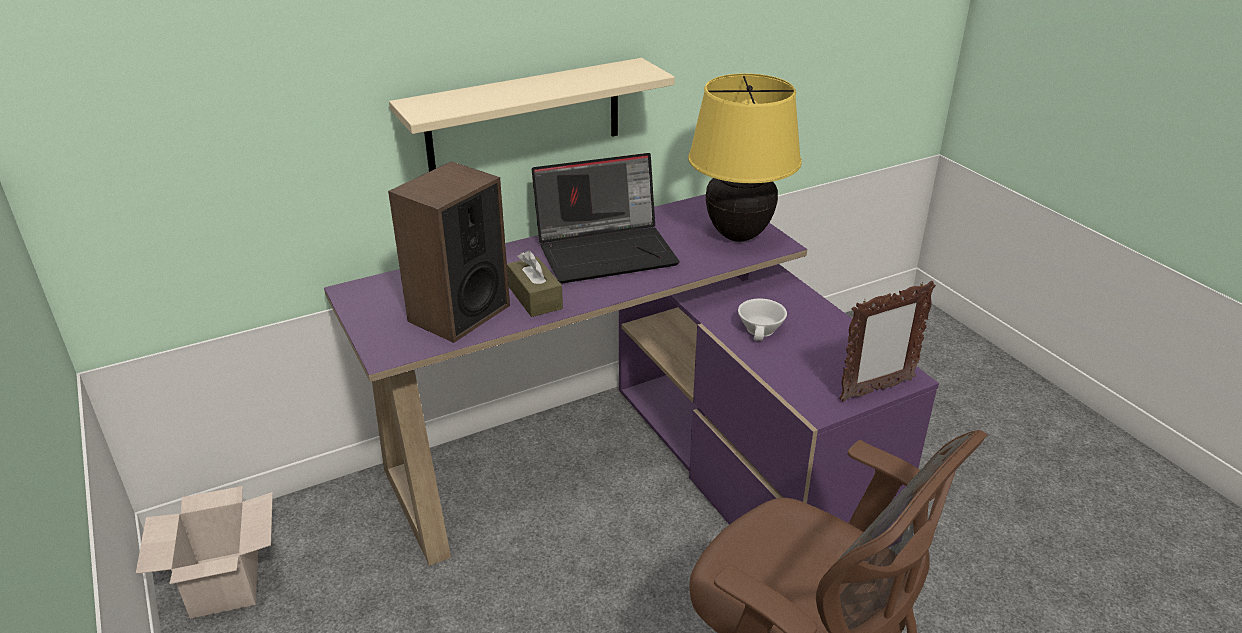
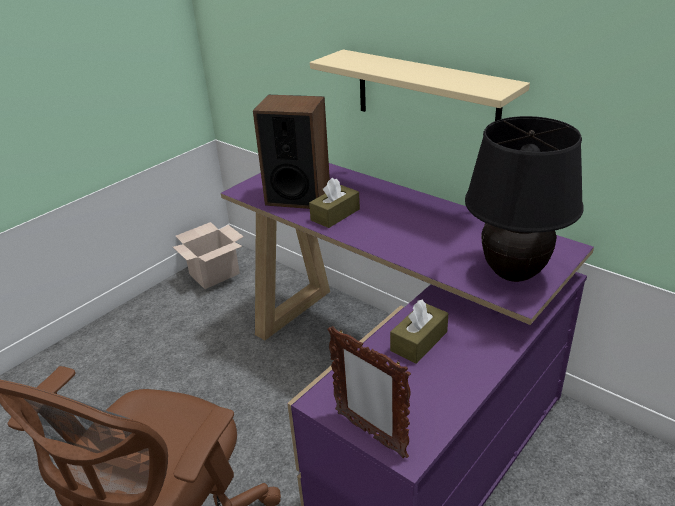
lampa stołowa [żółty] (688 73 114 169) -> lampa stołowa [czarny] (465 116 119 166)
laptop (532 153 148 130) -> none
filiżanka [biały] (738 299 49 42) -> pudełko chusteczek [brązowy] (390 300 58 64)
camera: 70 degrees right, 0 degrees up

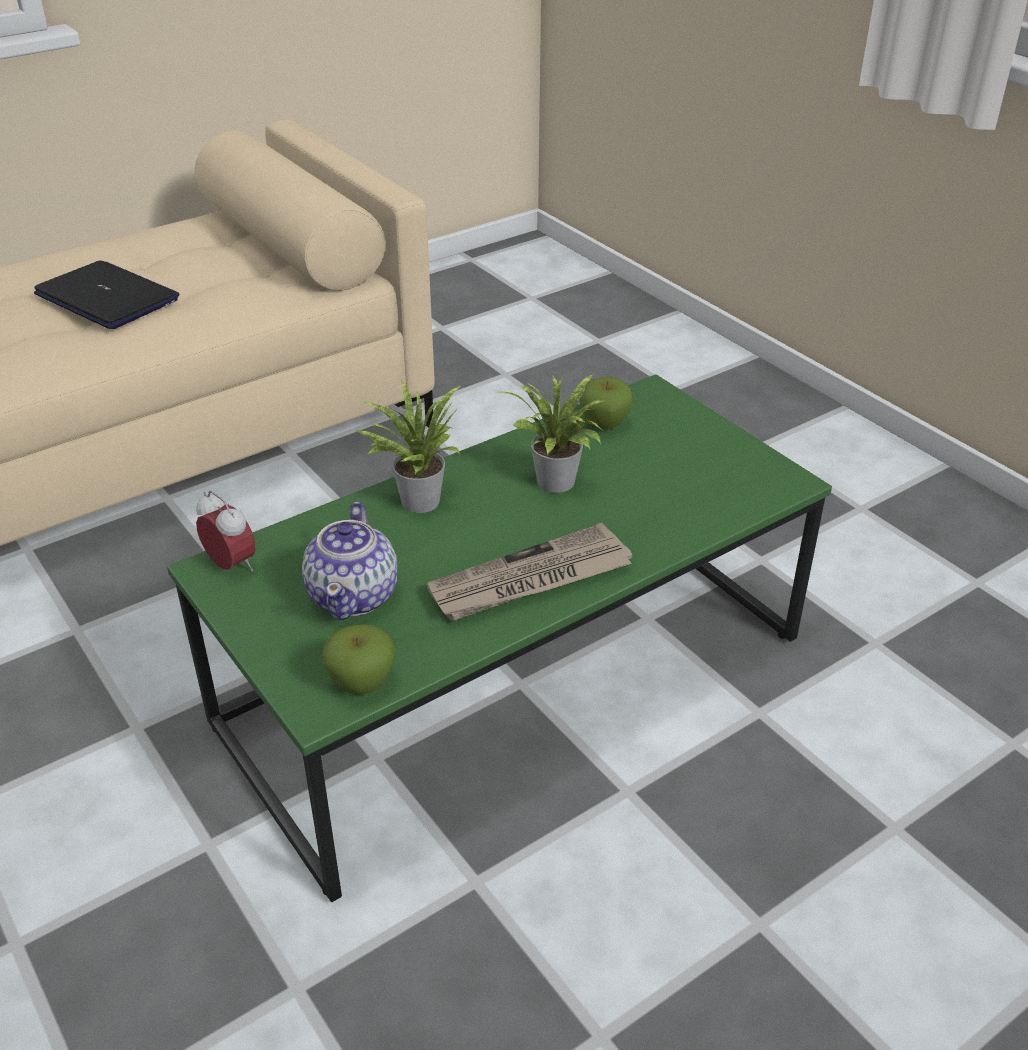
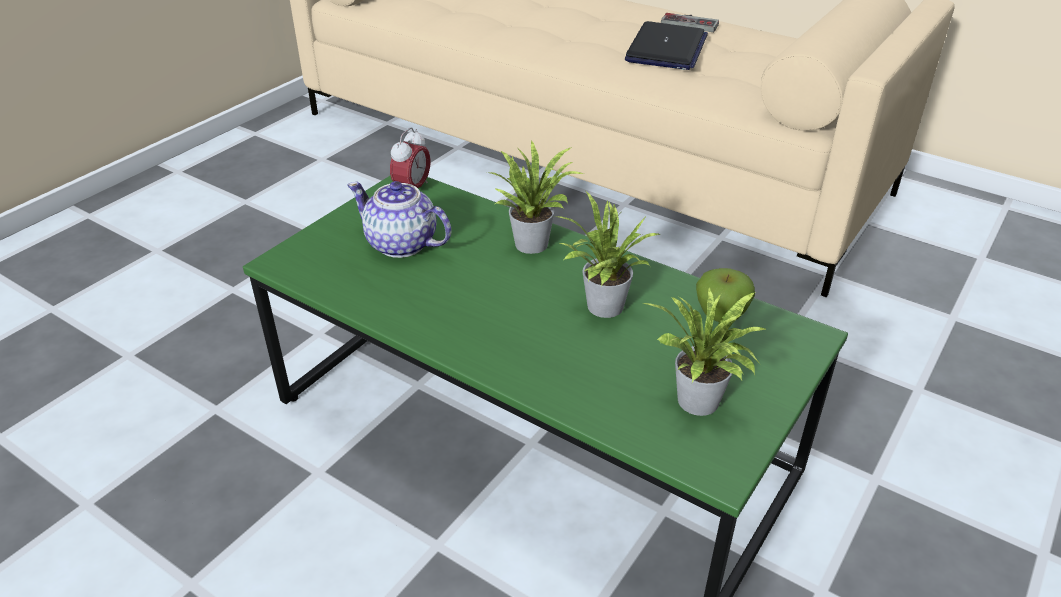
imbryk (302 502 96 118) -> imbryk (347 181 104 77), 45 degrees clockwise
gazeta (426 523 206 98) -> none
jabłko (321 624 75 70) -> none
none -> pad do gier (661 13 58 19)
none -> roślina doniczkowa (643 287 124 129)
camera: 70 degrees right, 0 degrees up

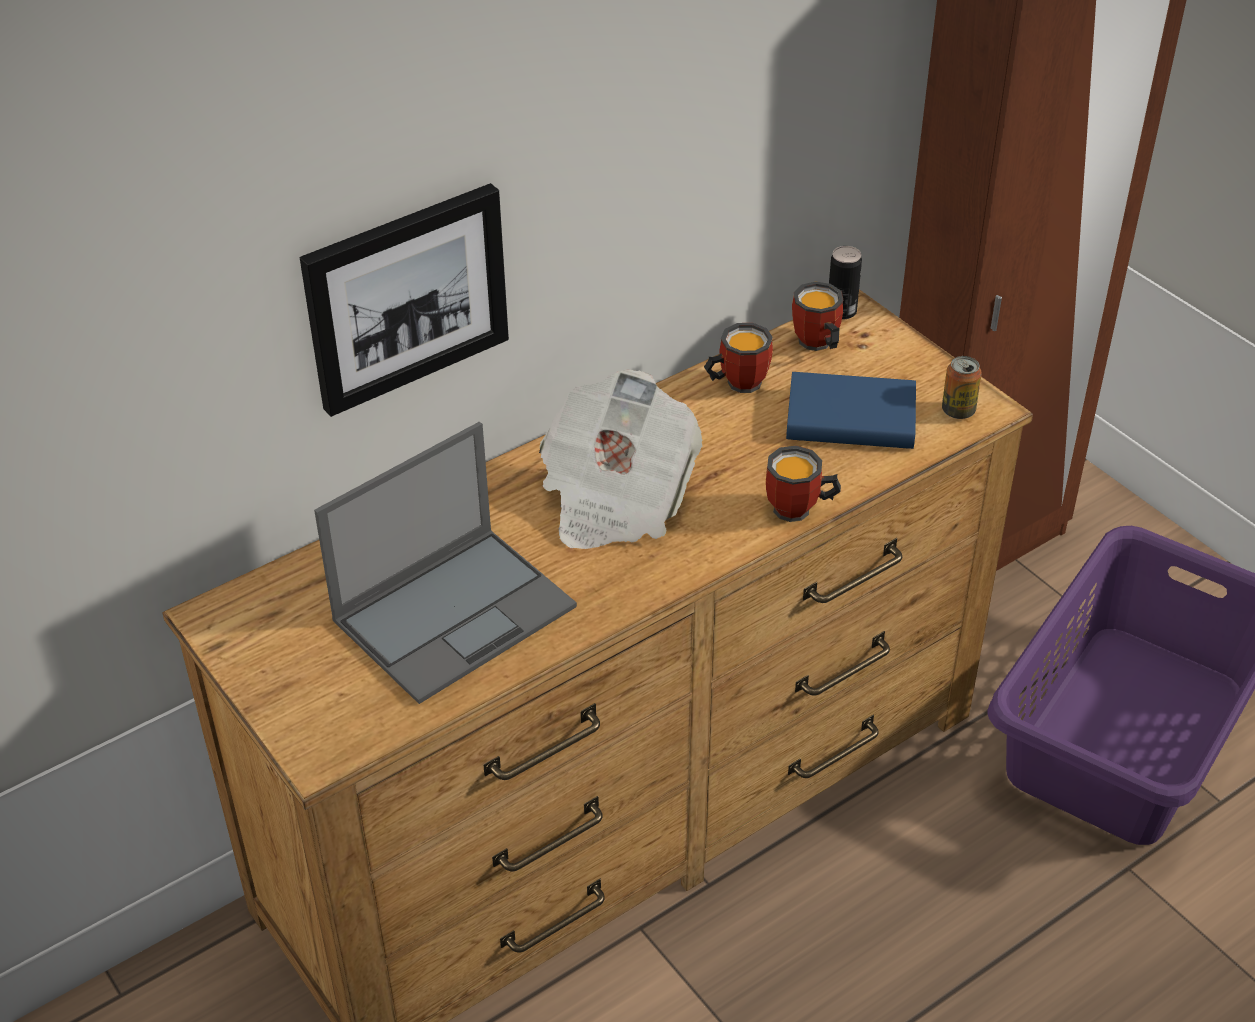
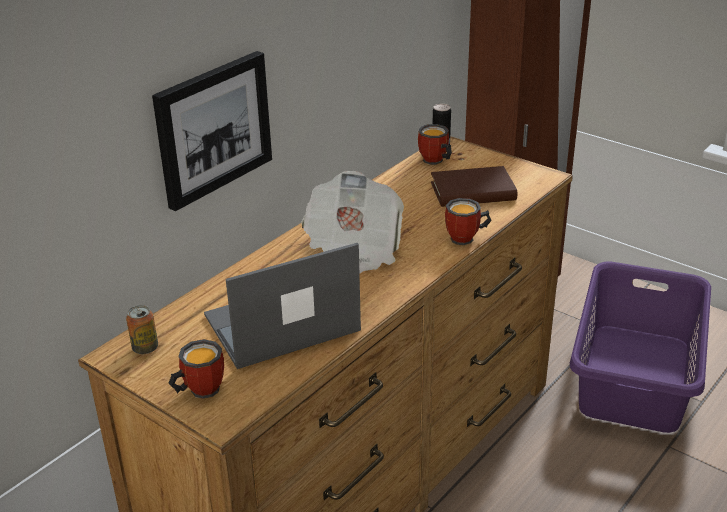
kubek (704 323 69 70) -> kubek (168 339 56 60), move
puszka (942 356 40 63) -> puszka (126 305 32 49), move
książka [niebieski] (786 372 130 77) -> książka [brązowy] (431 166 86 41)
laptop (314 422 263 282) -> laptop (204 243 157 126), 150 degrees counterclockwise
camera: 15 degrees left, 10 degrees down

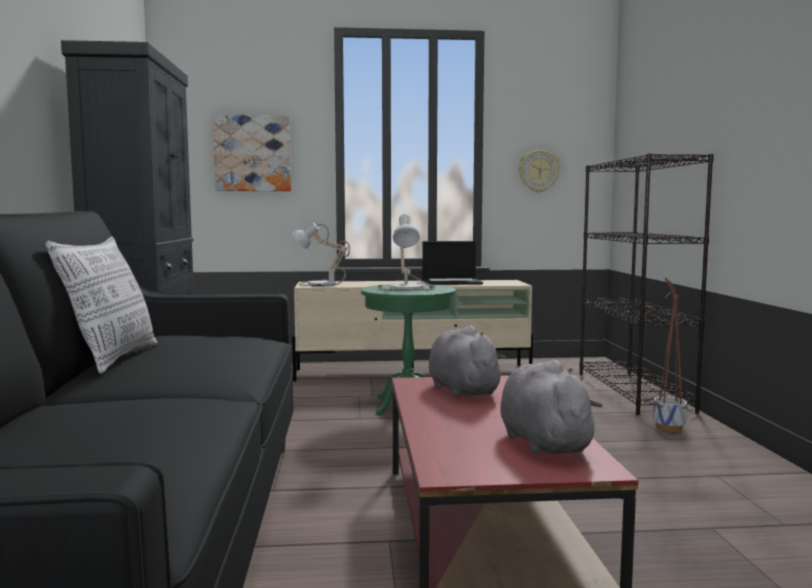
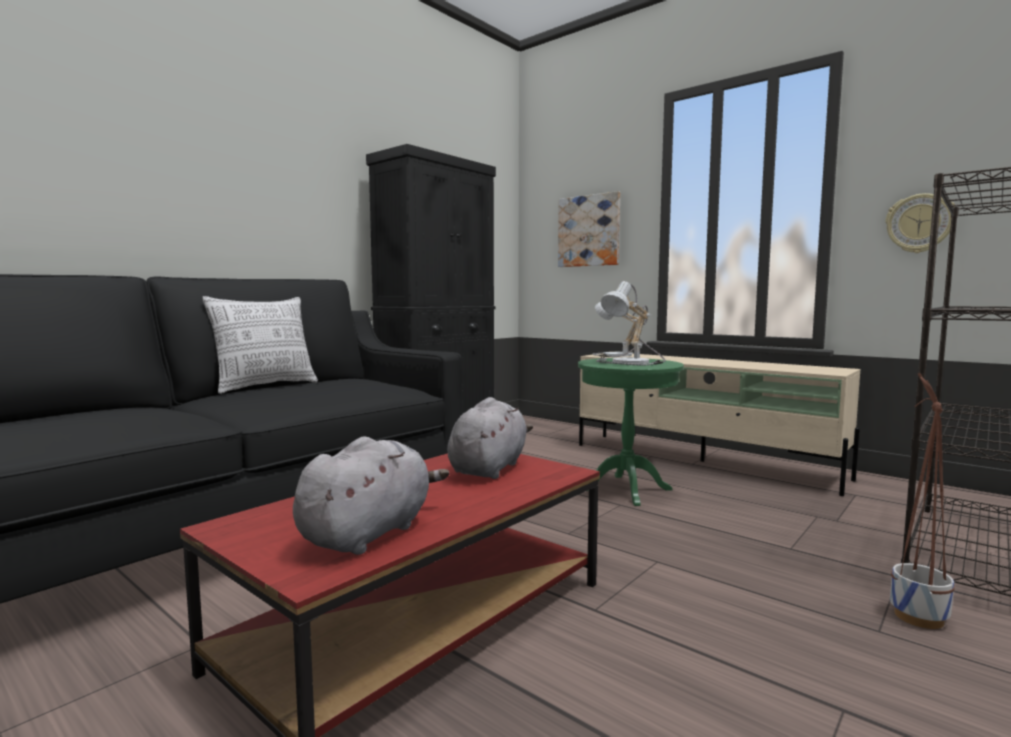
laptop (422 241 61 44) -> none
camera: 45 degrees right, 0 degrees up

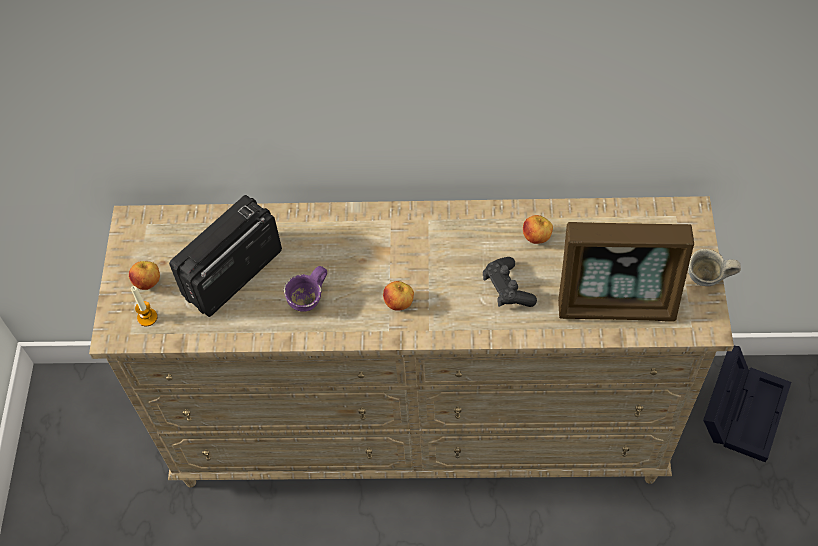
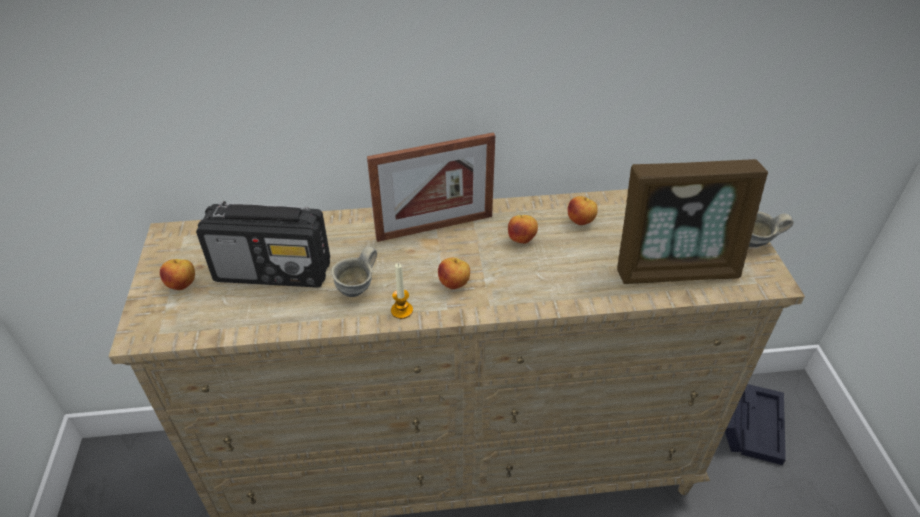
radio (169 195 113 122) -> radio (196 201 134 87), 120 degrees counterclockwise
pad do gier [czarny] (483 257 54 50) -> none
kubek [fioletowy] (284 266 43 46) -> kubek [szary] (331 246 46 51)
świeca (131 286 27 40) -> świeca (391 263 22 56), move
none -> ramka na zdjęcie (367 132 128 110)
none -> jabłko (508 215 30 29)
camera: 10 degrees left, 15 degrees down

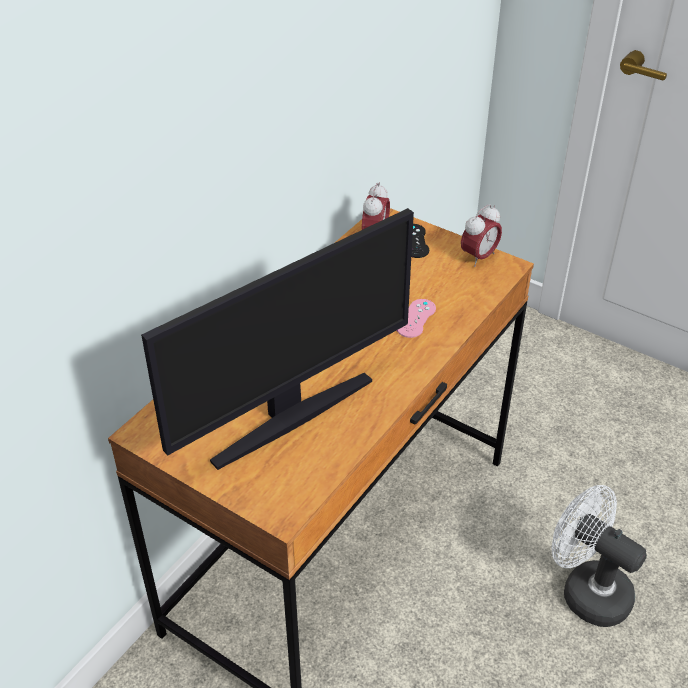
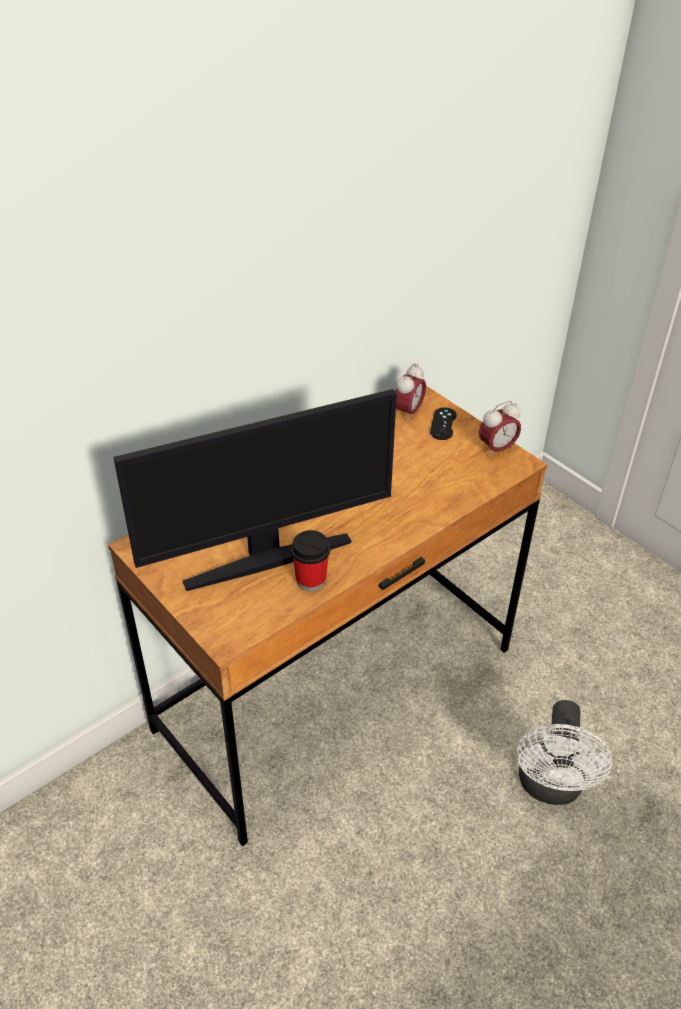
pad do gier [różowy] (397 299 39 39) -> none
wentylator [biały] (552 485 95 142) -> wentylator [biały] (516 700 96 105), 135 degrees counterclockwise
none -> filiżanka (291 530 39 61)
camera: 15 degrees right, 0 degrees up

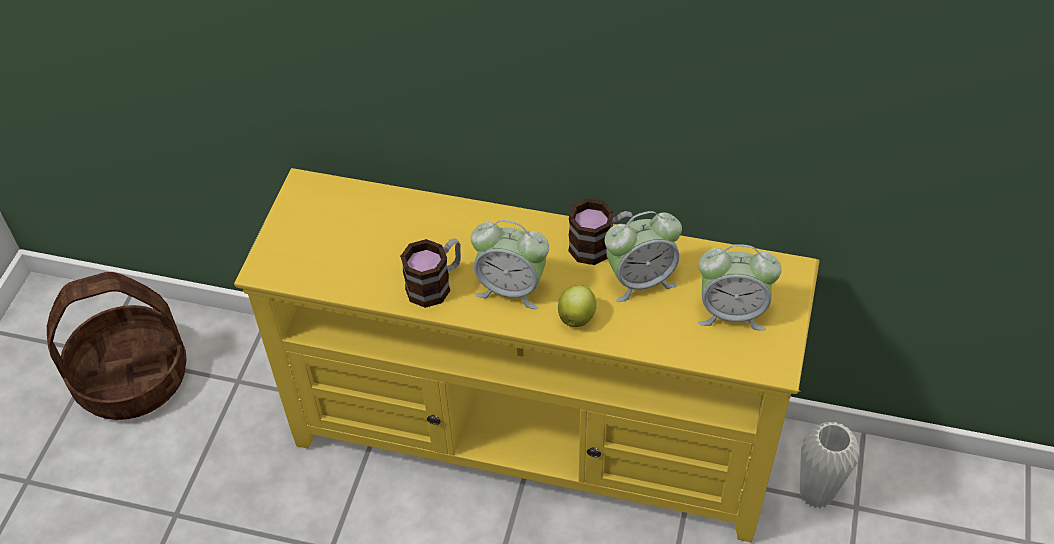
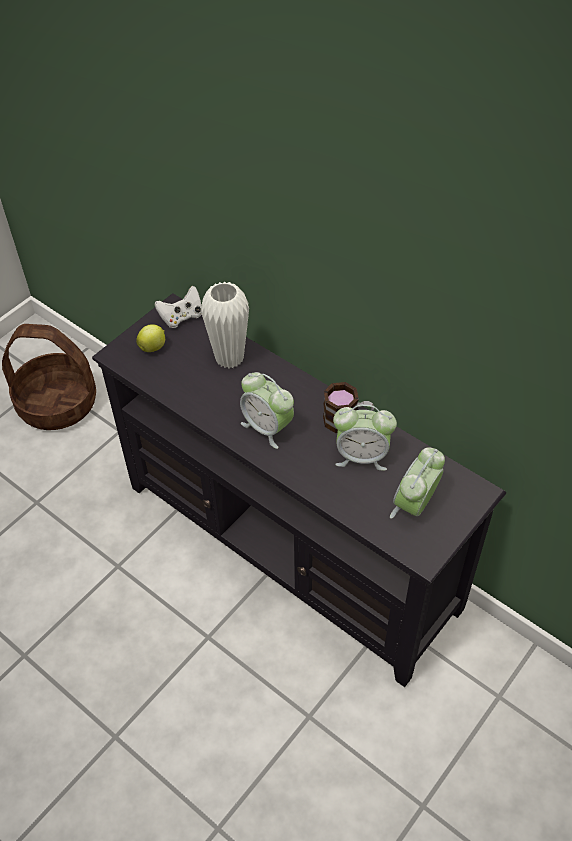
szafka pod telewizor [żółty] (234 168 586 374) -> szafka pod telewizor [czarny] (92 293 414 394)
kubek (400 238 61 70) -> none
budzik (698 244 84 87) -> budzik (390 447 55 72), 90 degrees clockwise
jabłko (558 285 39 42) -> jabłko (136 324 29 28), move
wazon [biały] (800 422 59 87) -> wazon [biały] (201 282 48 86), move
none -> pad do gier [biały] (155 286 47 42)
camera: 25 degrees right, 0 degrees up

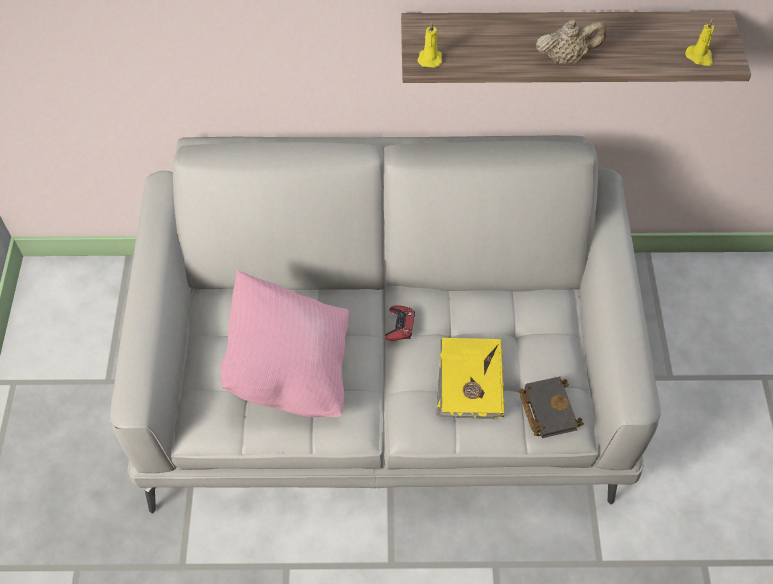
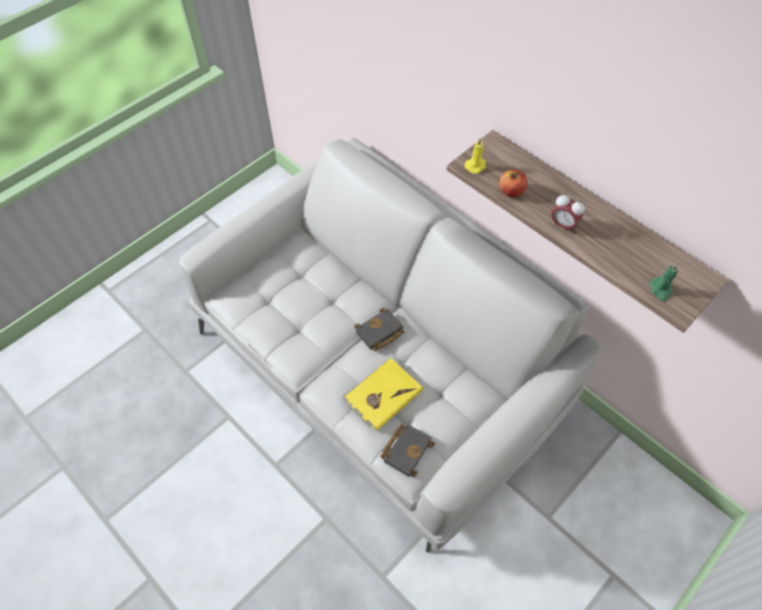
imbryk [beżowy] (536 19 70 45) -> budzik (551 195 34 38)
świeca [żółty] (685 19 29 47) -> świeca [zielony] (649 263 29 38)
poduszka [różowy] (221 270 128 147) -> none
pad do gier [czerwony] (385 305 30 36) -> książka [czarny] (354 308 51 43)
none -> jabłko (500 169 28 28)
camera: 45 degrees right, 0 degrees up

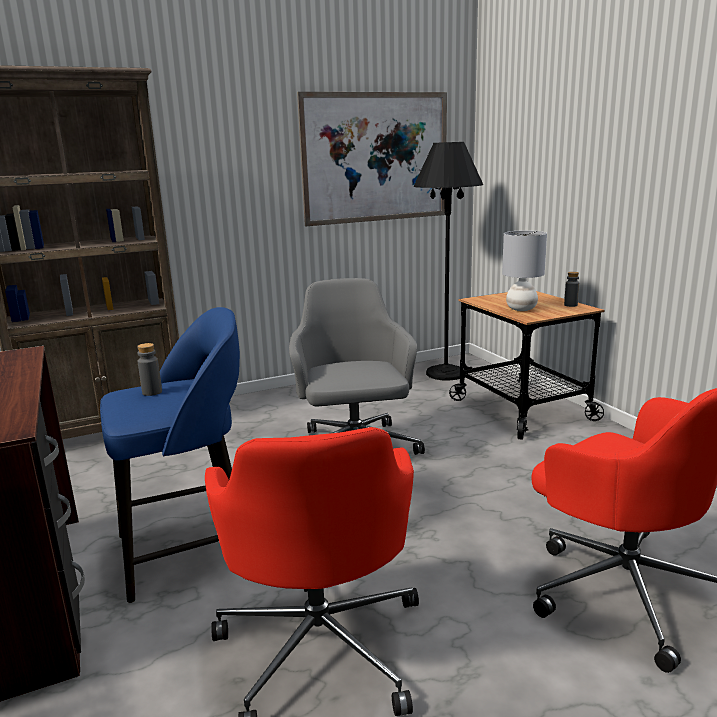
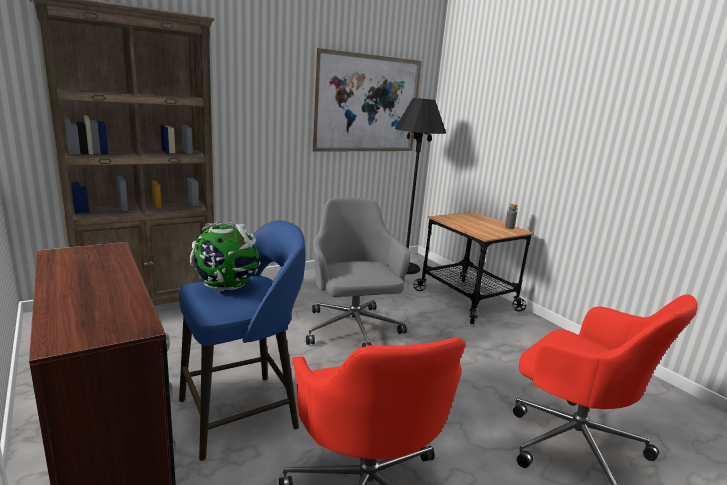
lampa stołowa [szary] (502 230 45 81) -> none
butelka [szary] (137 343 25 53) -> globus (190 221 71 70)
camera: 10 degrees left, 0 degrees up

